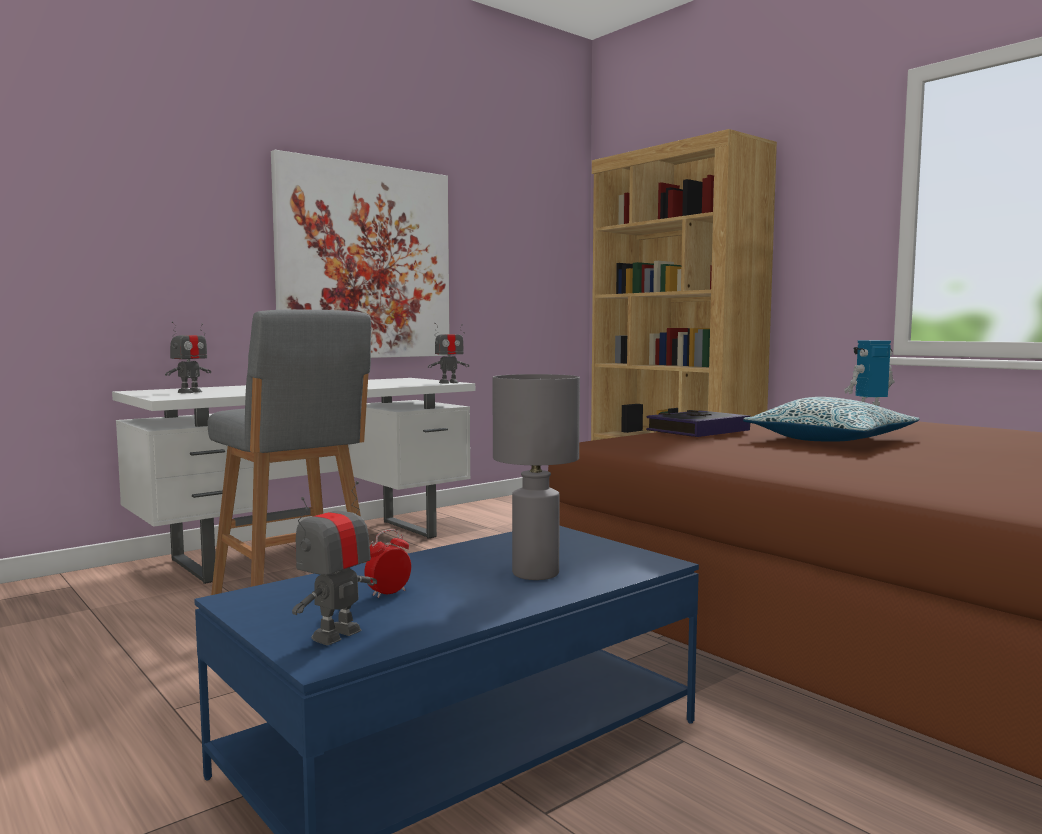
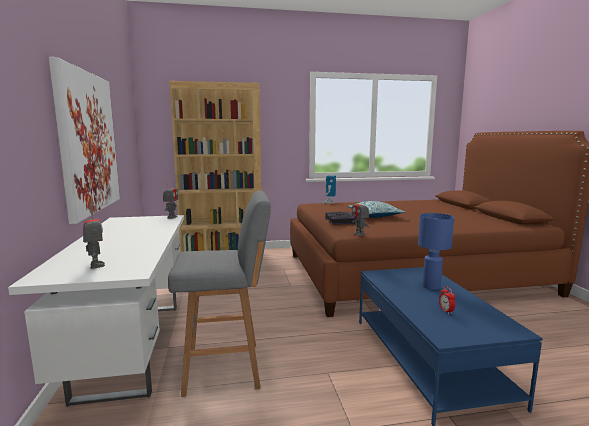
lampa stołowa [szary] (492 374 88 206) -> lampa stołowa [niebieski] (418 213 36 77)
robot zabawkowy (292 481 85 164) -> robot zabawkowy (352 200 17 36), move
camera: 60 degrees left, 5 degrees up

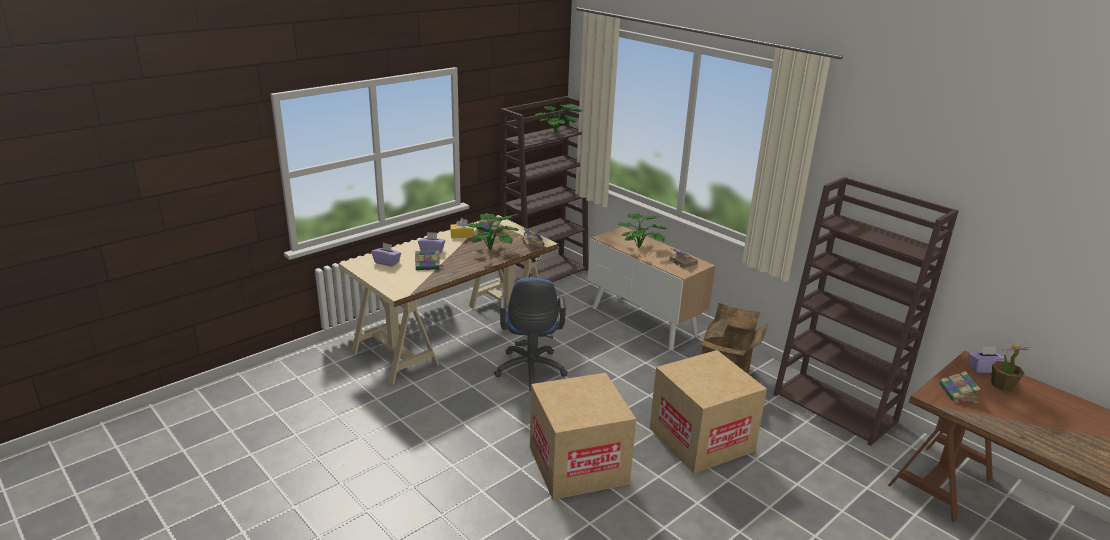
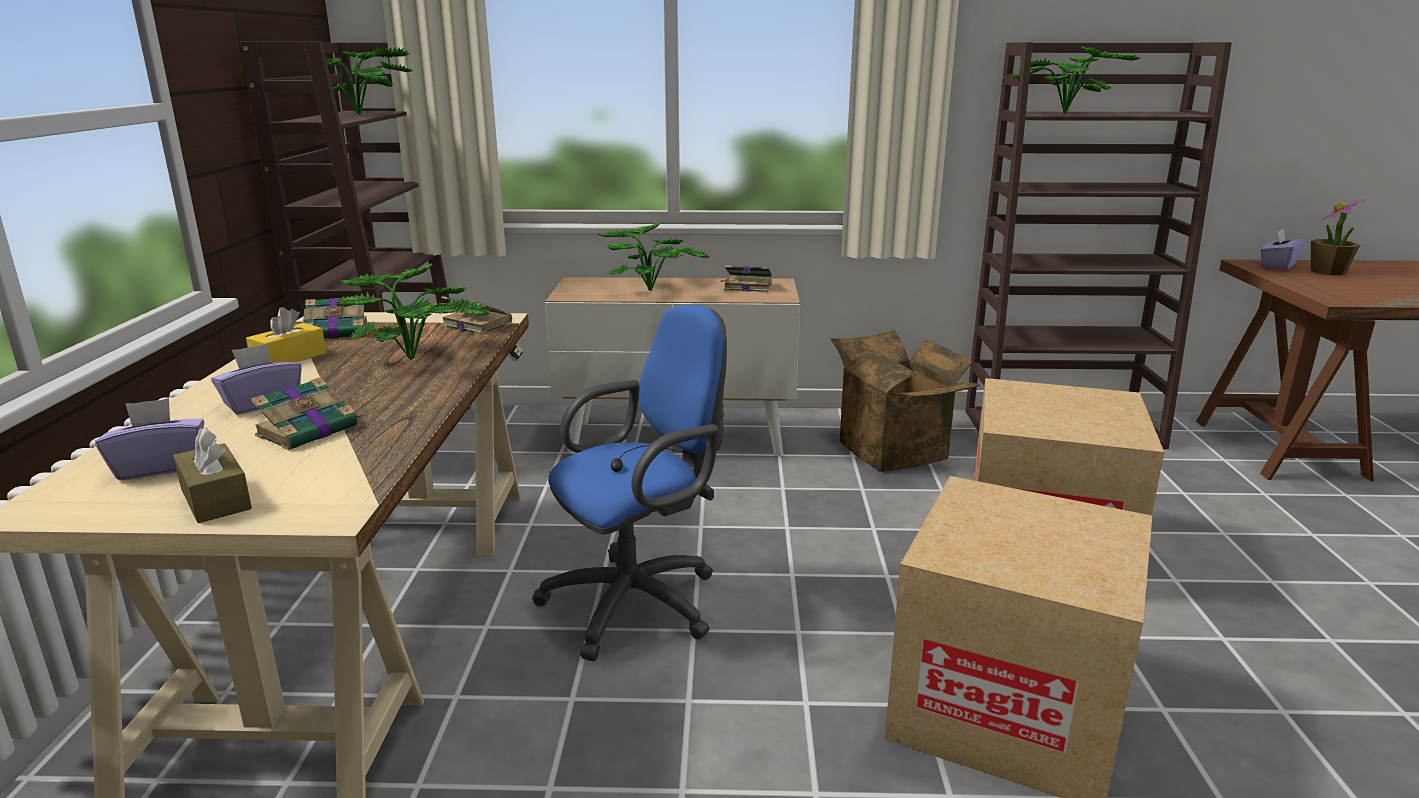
krzesło biurowe [niebieski] (494 278 74 113) -> krzesło biurowe [niebieski] (532 305 195 356), 75 degrees counterclockwise
książka (939 371 42 34) -> none
none -> roślina doniczkowa (1011 46 129 68)
none -> pudełko chusteczek [brązowy] (173 427 79 96)
camera: 45 degrees left, 5 degrees down

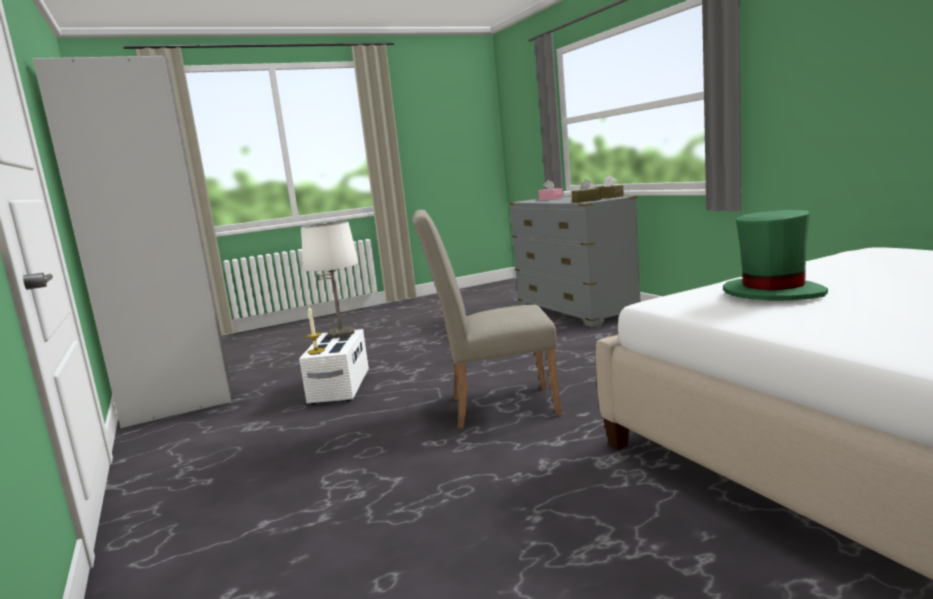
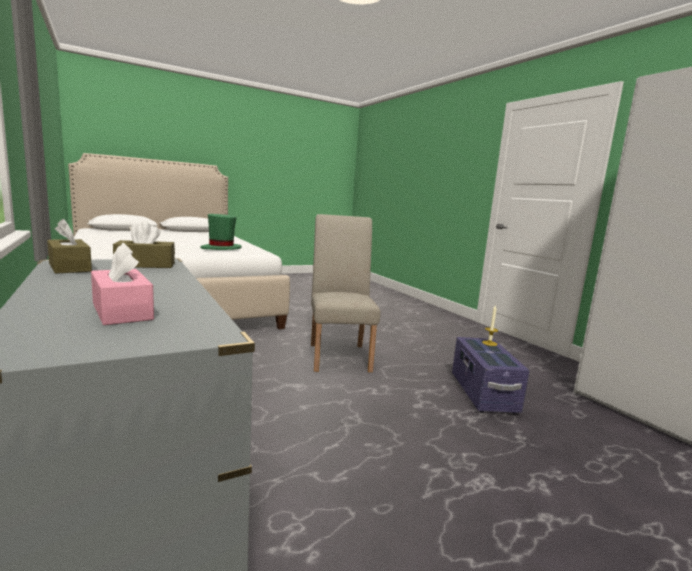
krzesło [beżowy] (412 210 150 219) -> krzesło [beżowy] (311 214 70 158), 90 degrees counterclockwise
lampa stołowa [biały] (301 221 58 117) -> none
pojemnik do przechowywania [biały] (299 329 70 76) -> pojemnik do przechowywania [fioletowy] (452 337 78 77)
camera: 175 degrees right, 0 degrees up

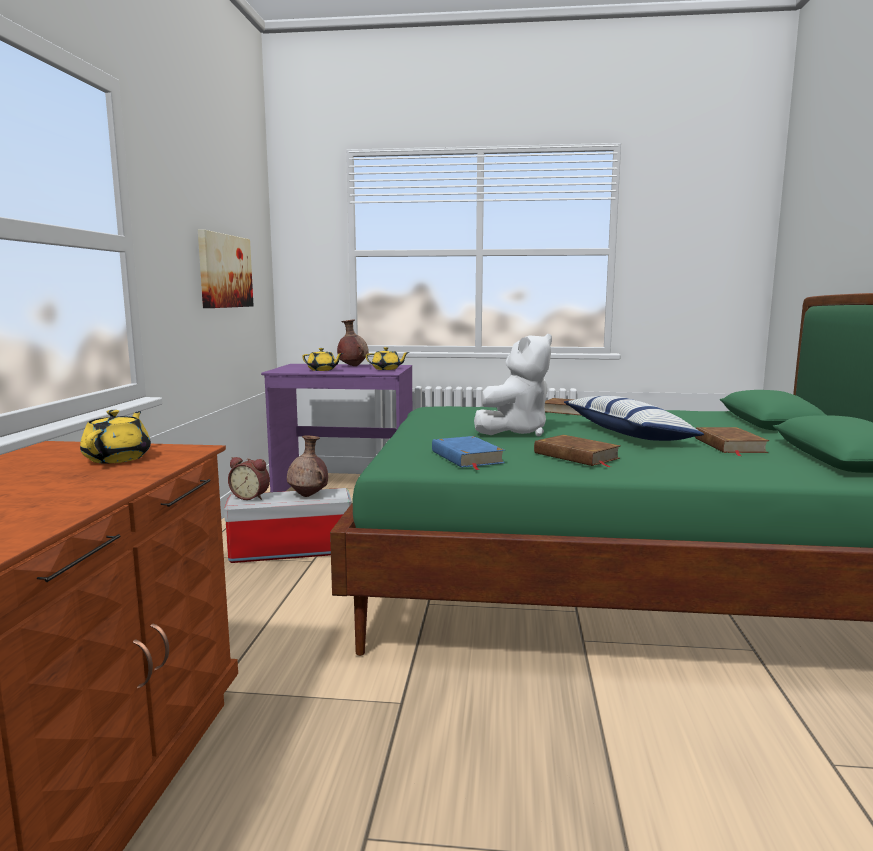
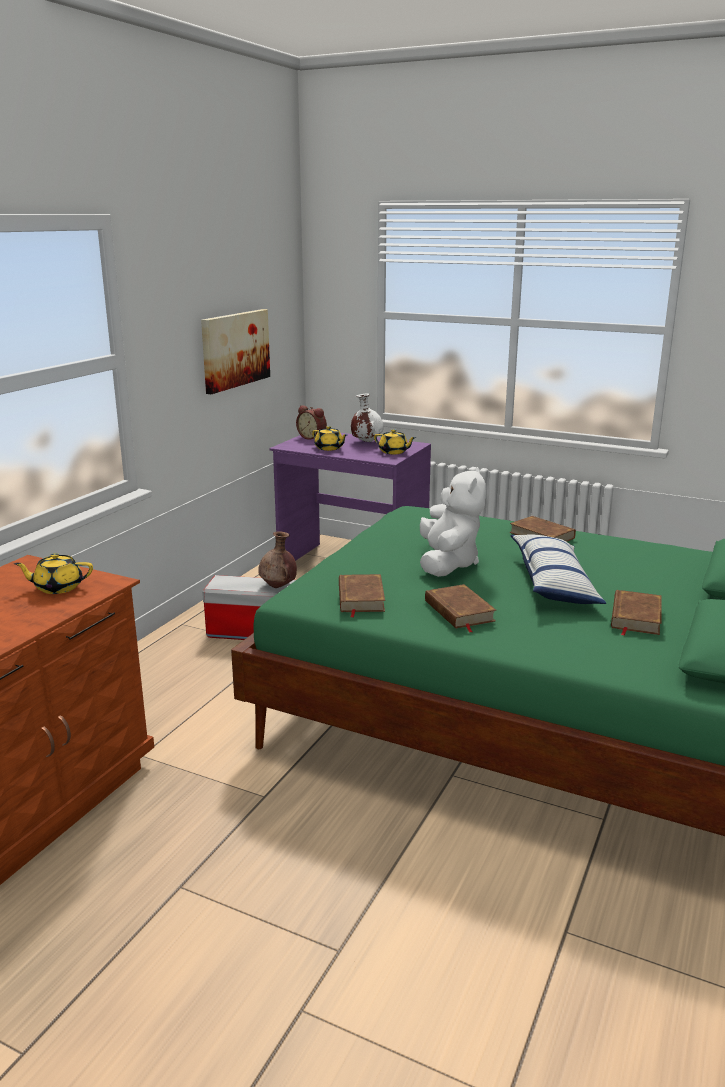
wazon [brązowy] (337 320 32 46) -> wazon [biały] (351 394 33 48)
pluszak [biały] (474 334 78 102) -> pluszak [biały] (420 467 66 110), 60 degrees counterclockwise
imbryk [żółty] (80 410 71 54) -> imbryk [żółty] (14 553 79 41), 120 degrees counterclockwise
książka [niebieski] (432 436 73 34) -> książka [brązowy] (339 574 46 44)
budzik (228 457 42 43) -> budzik (296 405 31 35), move
camera: 20 degrees right, 10 degrees up

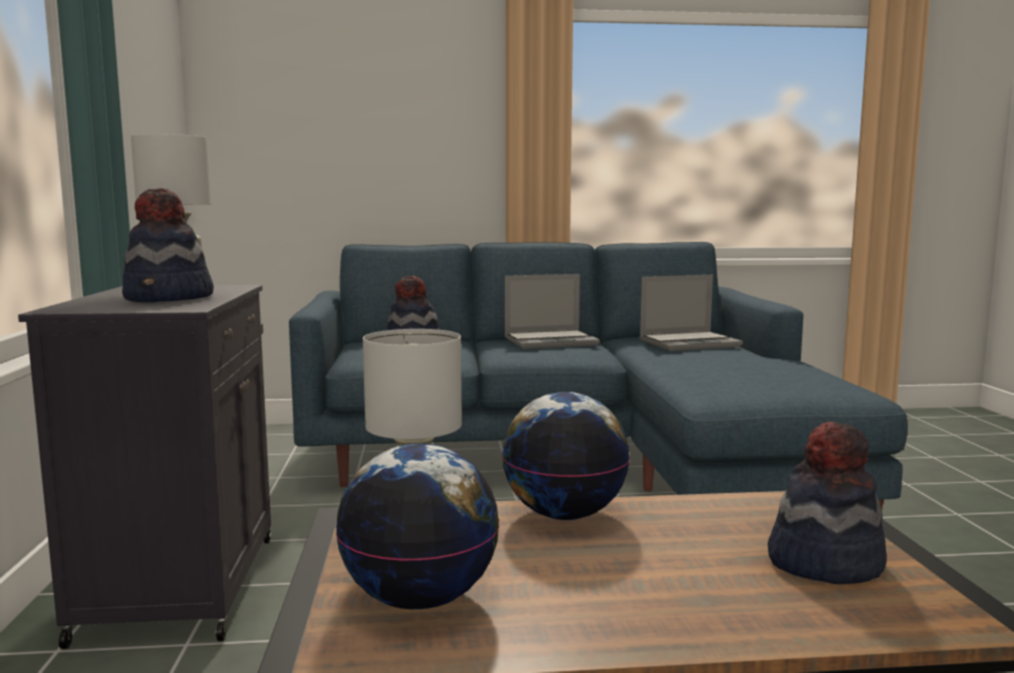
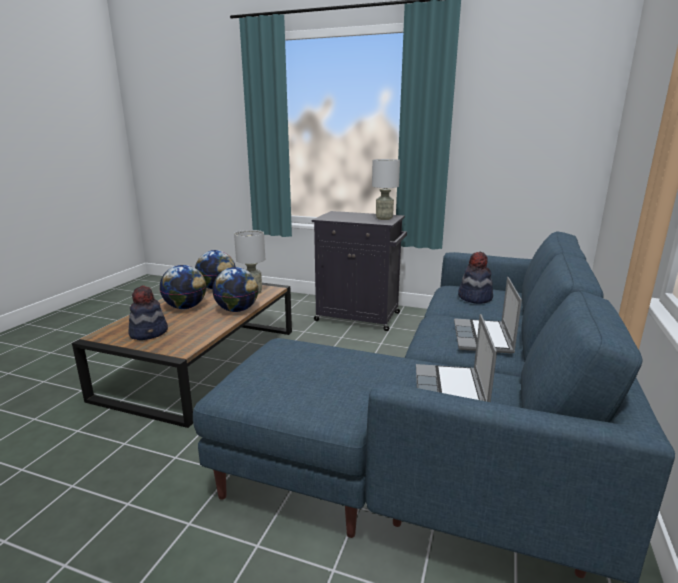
kapelusz (122 188 92 114) -> none
none -> globus (160 265 46 44)
camera: 115 degrees right, 10 degrees up

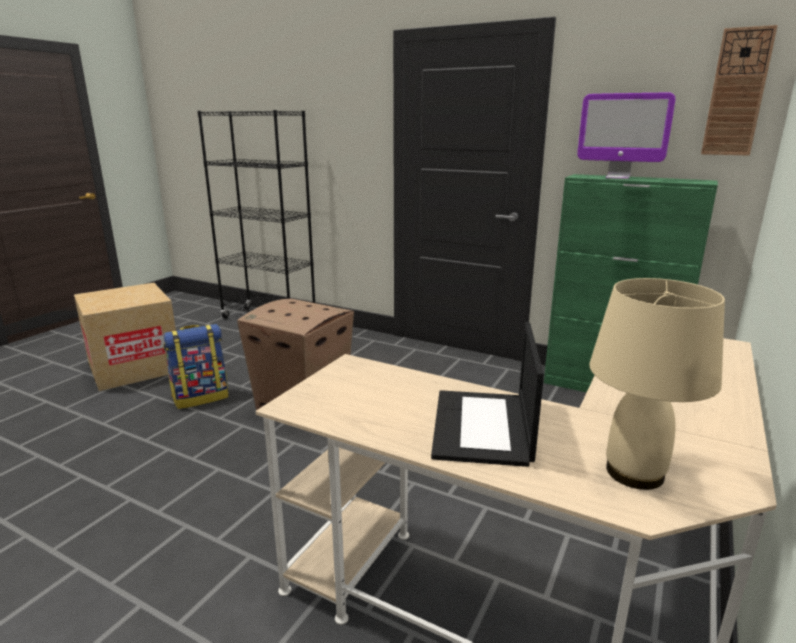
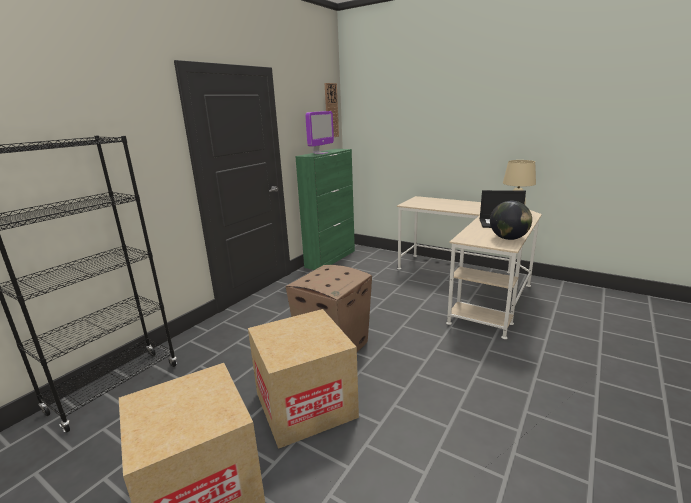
plecak (163 324 66 85) -> karton (248 309 111 140)
none -> globus (490 201 42 39)
camera: 85 degrees left, 0 degrees up

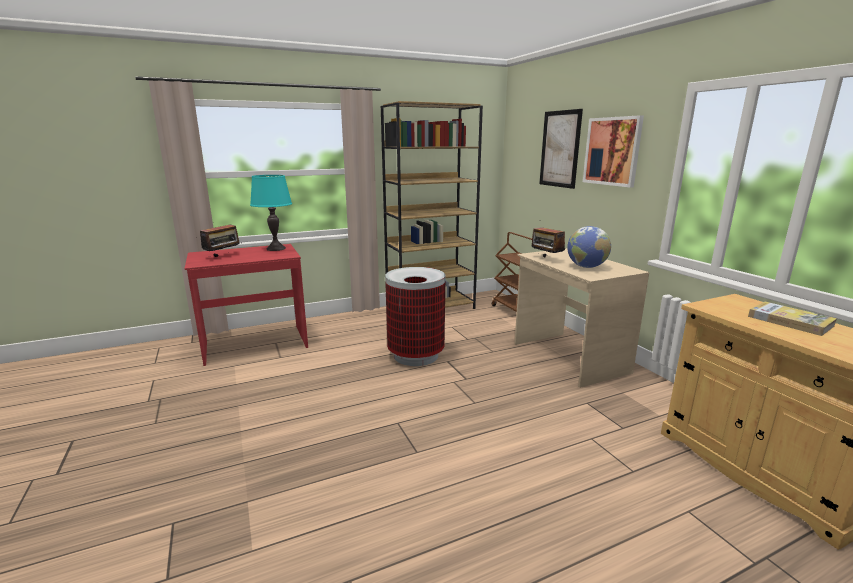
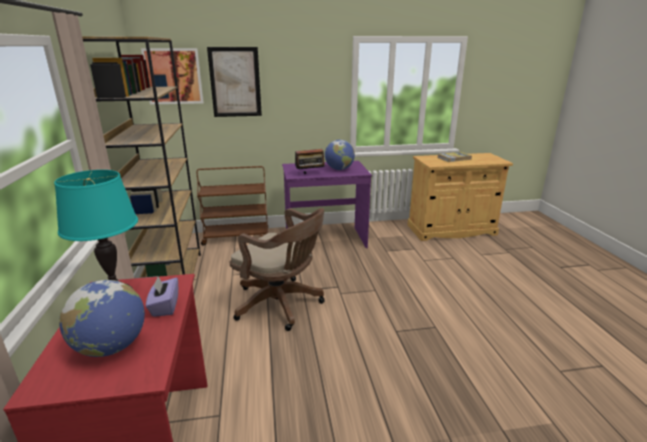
obraz (583 115 61 73) -> obraz (141 48 63 57), move
radio (196 224 45 33) -> globus (59 280 86 77)
biurko [beżowy] (514 248 135 140) -> biurko [fioletowy] (282 161 90 87)
kosz na śmieci (385 267 60 99) -> krzesło biurowe [brązowy] (230 208 95 123)
none -> pudełko chusteczek [fioletowy] (146 277 32 40)
camera: 75 degrees left, 5 degrees up

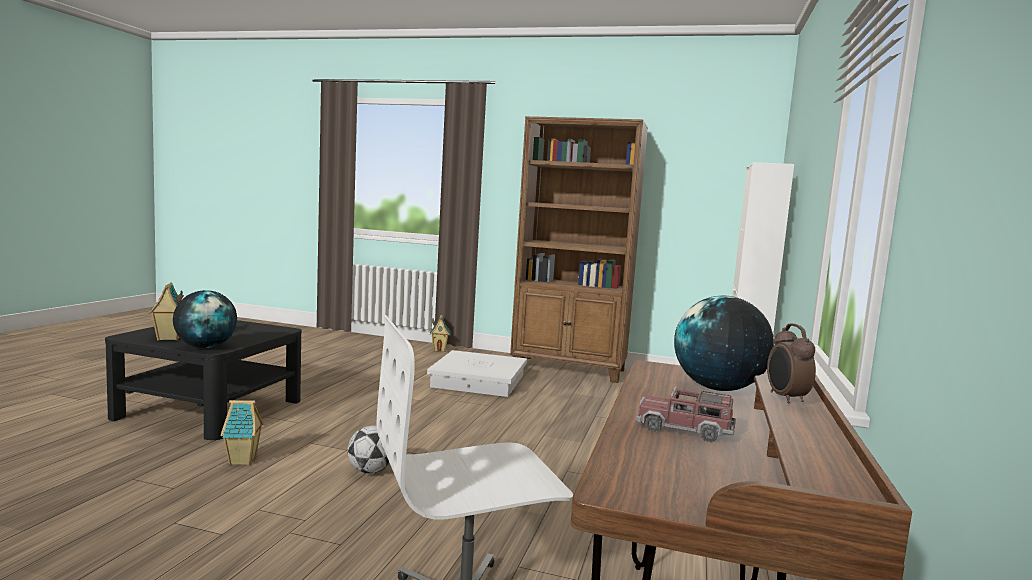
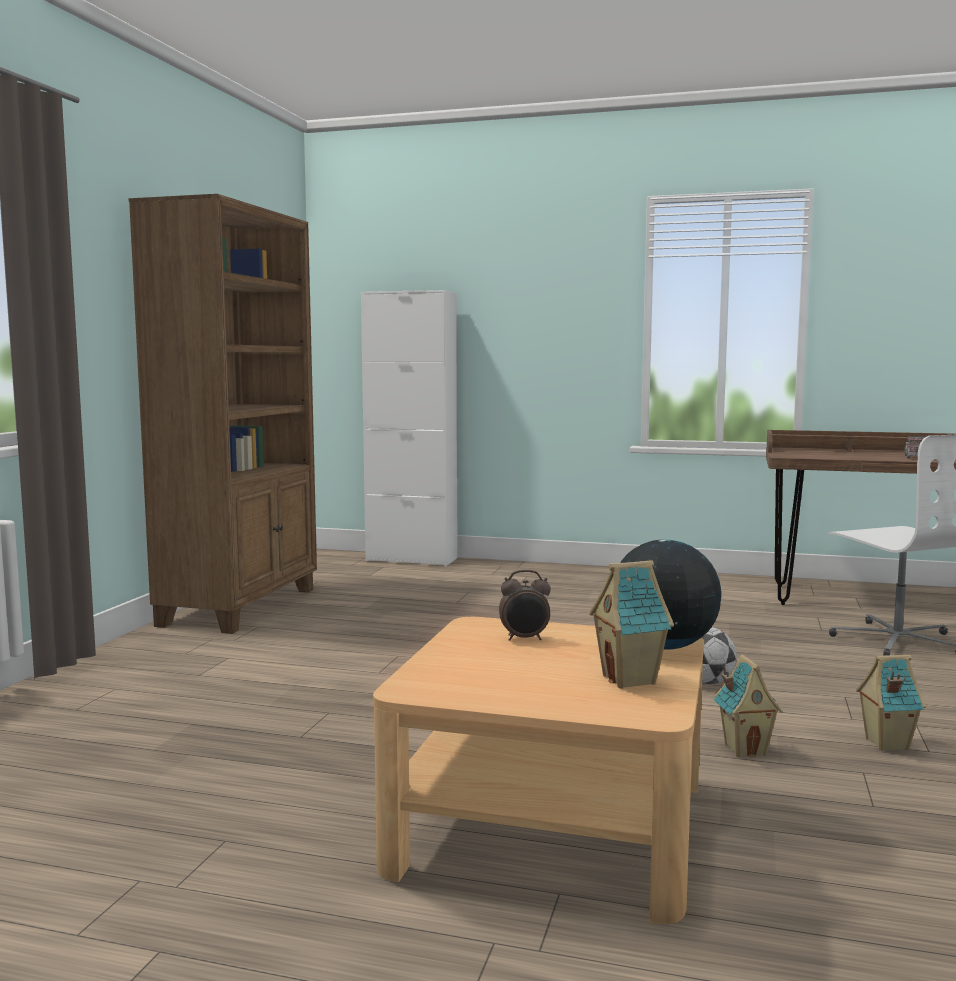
globus (674 296 100 95) -> none
domek (430 315 21 37) -> domek (856 655 70 96), move
ława [czarny] (105 320 197 120) -> ława [beżowy] (373 617 331 307)
budzik (767 323 49 81) -> budzik (499 570 52 71), move
pojemnik do przechowywania [biały] (427 350 100 47) -> none
camera: 90 degrees left, 0 degrees up

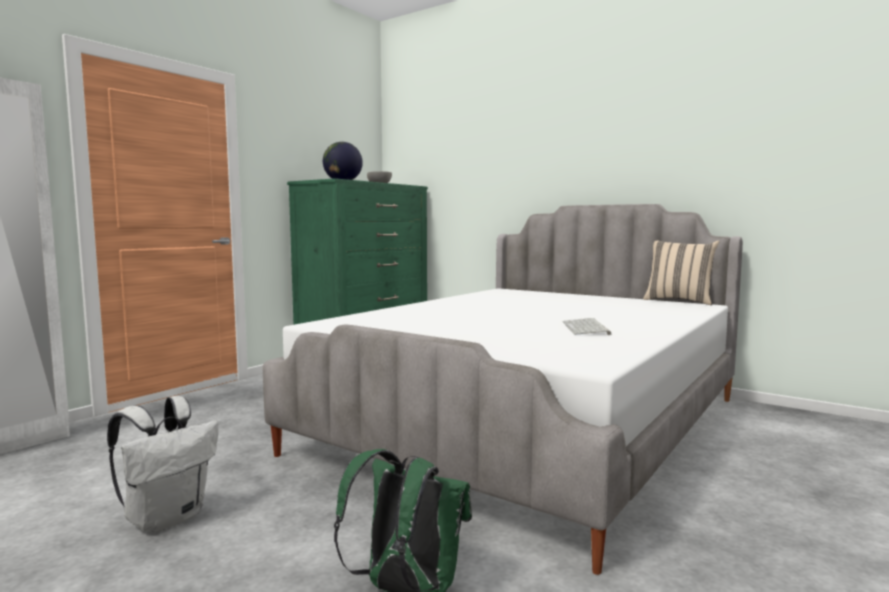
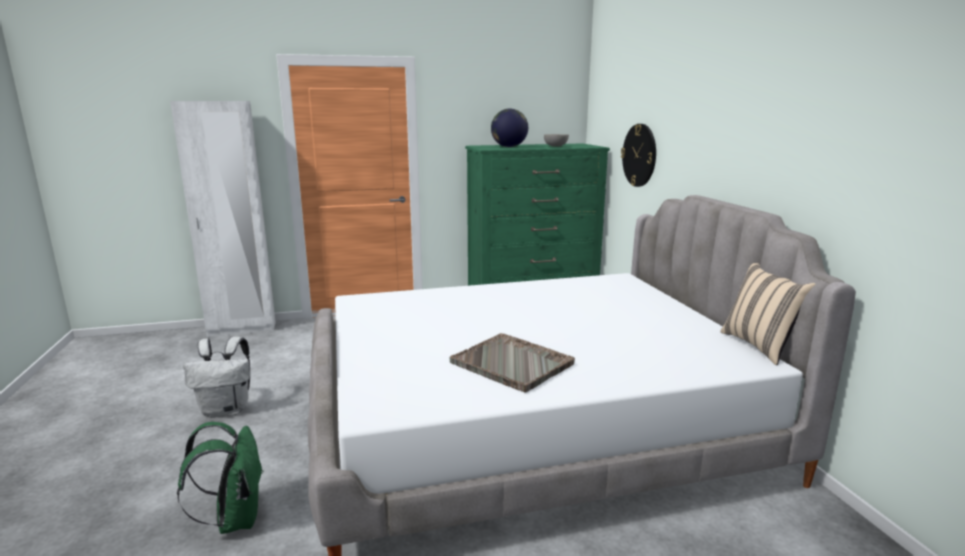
klawiatura (563 318 48 17) -> taca [szary] (449 333 126 60)
none -> zegar ścienny (621 124 35 63)
camera: 40 degrees right, 10 degrees up

